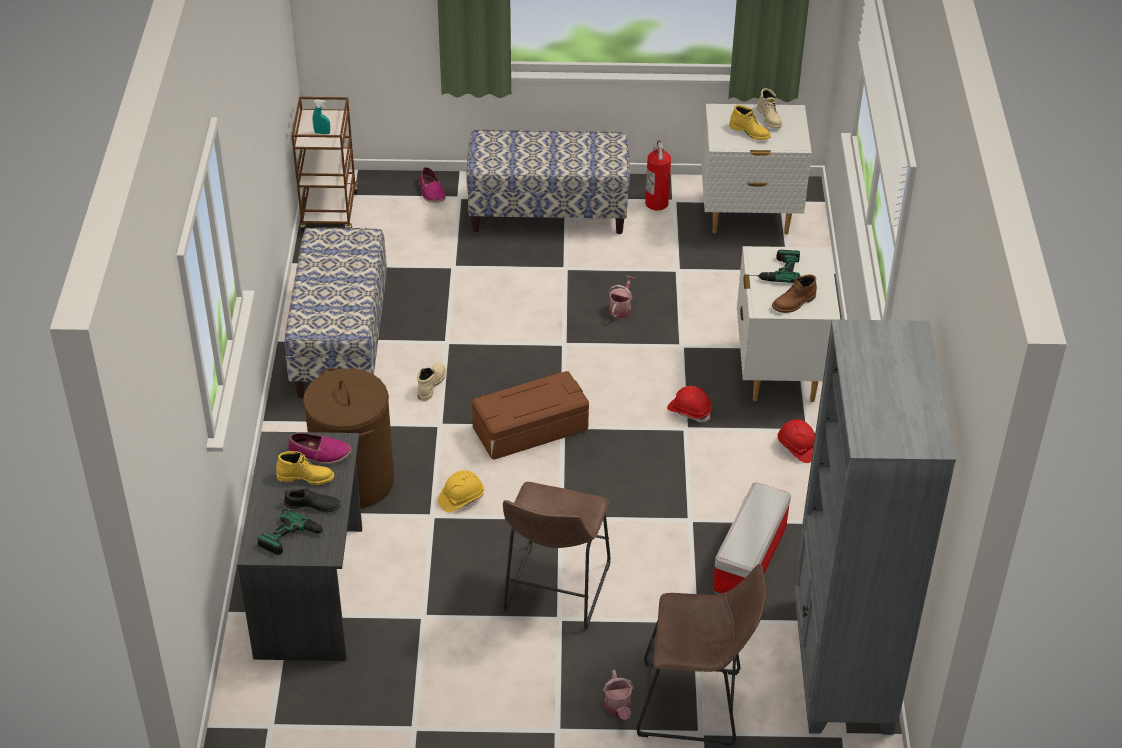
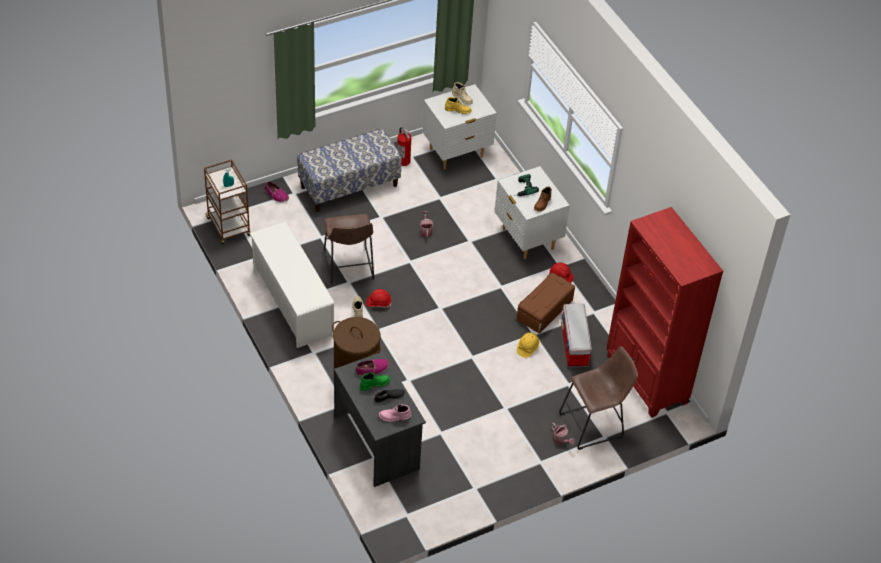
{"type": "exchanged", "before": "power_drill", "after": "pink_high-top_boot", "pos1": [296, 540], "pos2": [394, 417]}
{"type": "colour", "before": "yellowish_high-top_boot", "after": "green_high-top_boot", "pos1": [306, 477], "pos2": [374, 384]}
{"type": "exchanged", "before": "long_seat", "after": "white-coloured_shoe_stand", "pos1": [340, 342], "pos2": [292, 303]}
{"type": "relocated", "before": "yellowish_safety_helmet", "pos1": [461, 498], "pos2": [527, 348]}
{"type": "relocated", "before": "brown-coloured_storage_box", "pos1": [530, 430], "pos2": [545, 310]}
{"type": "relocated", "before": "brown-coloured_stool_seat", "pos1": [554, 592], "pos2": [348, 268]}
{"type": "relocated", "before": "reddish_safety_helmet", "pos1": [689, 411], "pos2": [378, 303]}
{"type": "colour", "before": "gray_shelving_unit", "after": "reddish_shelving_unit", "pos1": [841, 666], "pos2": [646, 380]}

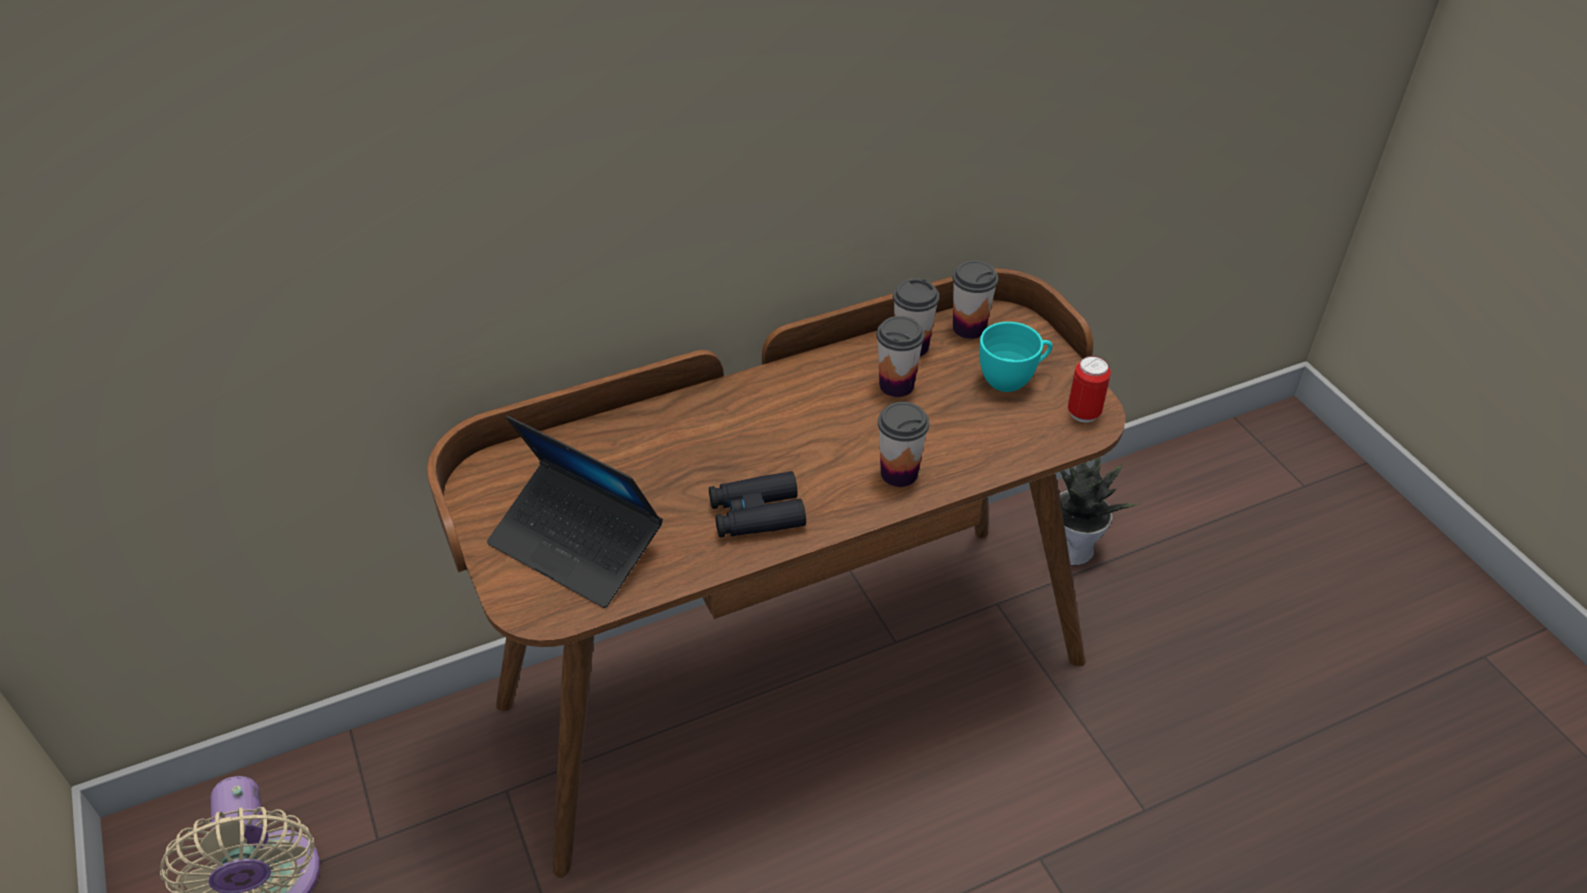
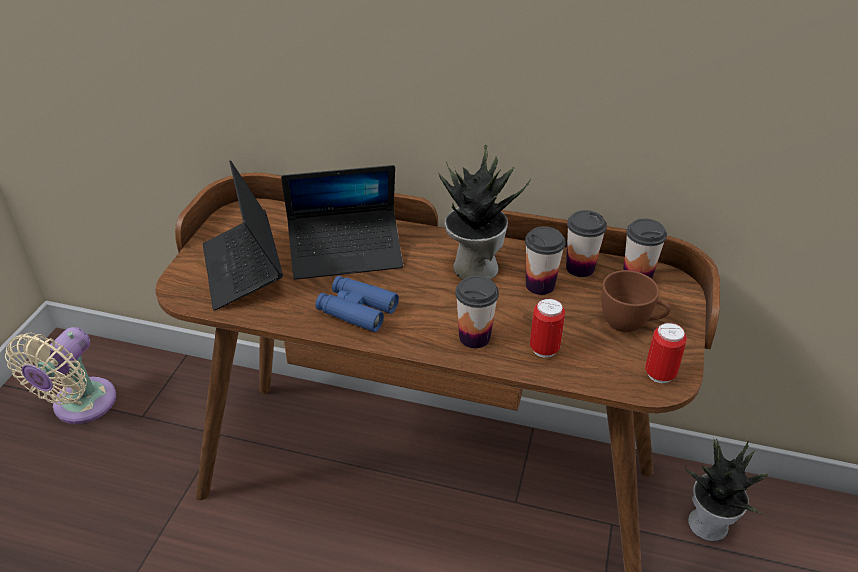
{"type": "colour", "before": "black_binoculars", "after": "blue_binoculars", "pos1": [756, 514], "pos2": [357, 310]}
{"type": "colour", "before": "turquoise-coloured_cup", "after": "brown-coloured_cup", "pos1": [1012, 379], "pos2": [630, 324]}
{"type": "appeared", "after": "laptop", "pos2": [346, 253]}
{"type": "appeared", "after": "houseplant", "pos2": [473, 267]}
{"type": "appeared", "after": "sealed_can", "pos2": [544, 349]}

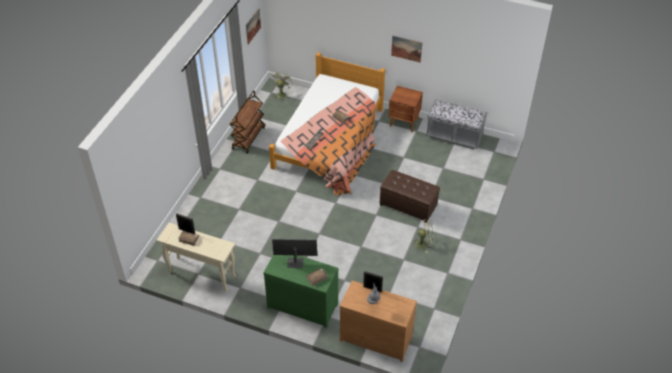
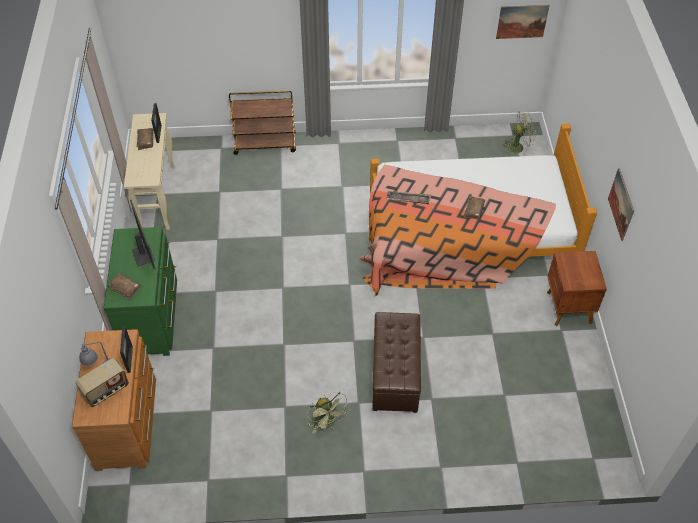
{"type": "relocated", "before": "brown-coloured_wheeled_cart", "pos1": [248, 138], "pos2": [265, 144]}
{"type": "missing", "before": "gray_long_seat", "pos1": [454, 136]}
{"type": "appeared", "after": "radio_receiver", "pos2": [106, 391]}

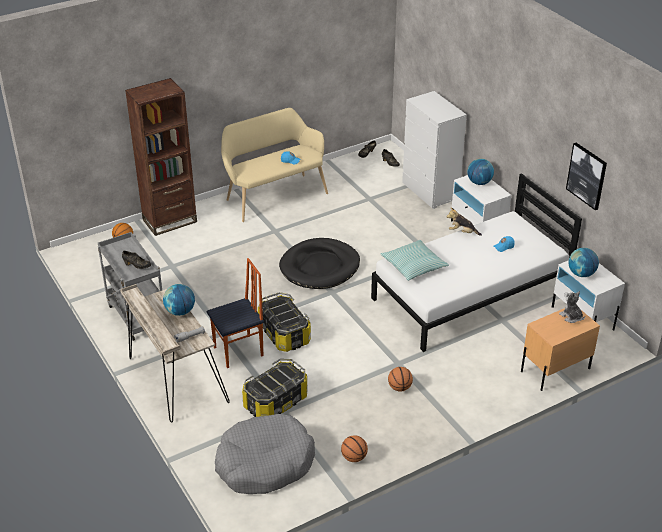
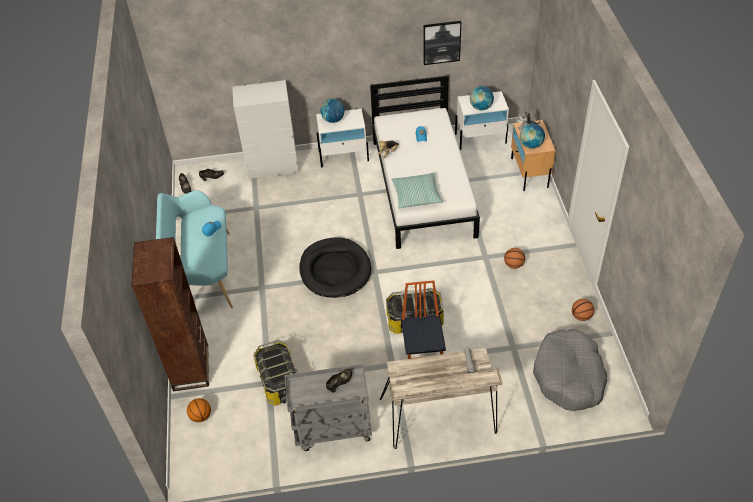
{"type": "relocated", "before": "world_globe", "pos1": [180, 311], "pos2": [531, 145]}
{"type": "colour", "before": "beige_long_seat", "after": "turquoise-coloured_long_seat", "pos1": [273, 195], "pos2": [204, 273]}
{"type": "relocated", "before": "storage_box", "pos1": [276, 402], "pos2": [280, 381]}

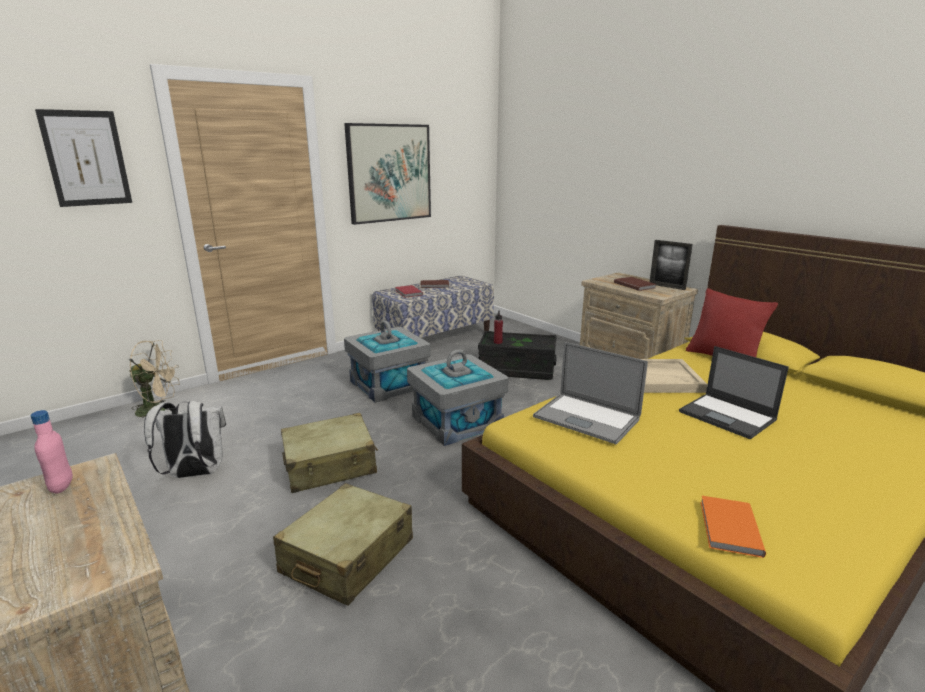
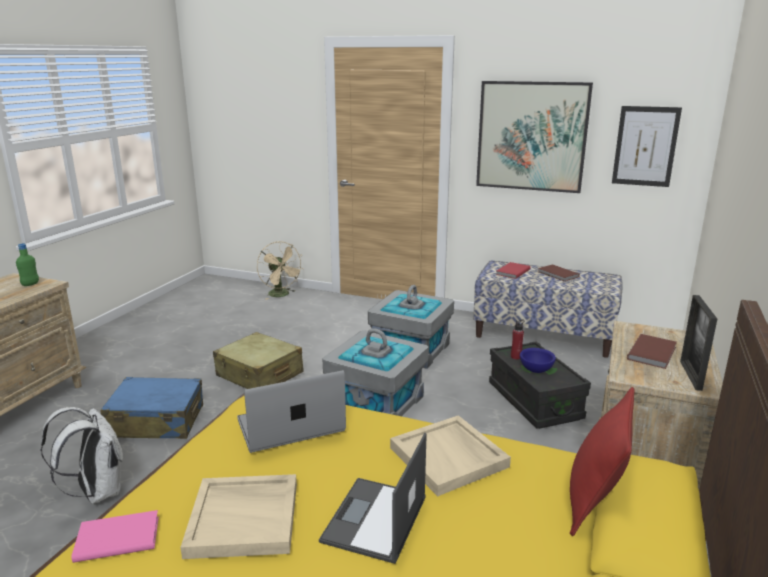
{"type": "colour", "before": "pink_beverage_bottle", "after": "green_beverage_bottle", "pos1": [61, 486], "pos2": [30, 284]}
{"type": "relocated", "before": "wall_picture", "pos1": [86, 158], "pos2": [645, 146]}
{"type": "relocated", "before": "white-coloured_rucksack", "pos1": [194, 474], "pos2": [97, 492]}
{"type": "colour", "before": "beige_suitcase", "after": "blue_suitcase", "pos1": [347, 557], "pos2": [156, 421]}
{"type": "spun", "before": "laptop", "pos1": [586, 418], "pos2": [290, 425], "turn": 60}
{"type": "colour", "before": "orange-coloured_volume", "after": "pink_volume", "pos1": [728, 528], "pos2": [117, 537]}
{"type": "appeared", "after": "beige_tray", "pos2": [245, 518]}
{"type": "appeared", "after": "blue_serving_bowl", "pos2": [535, 370]}

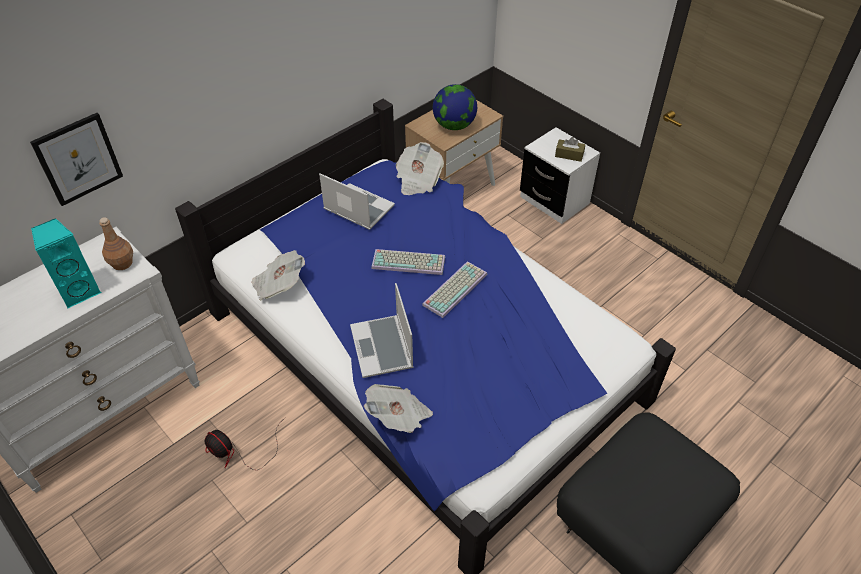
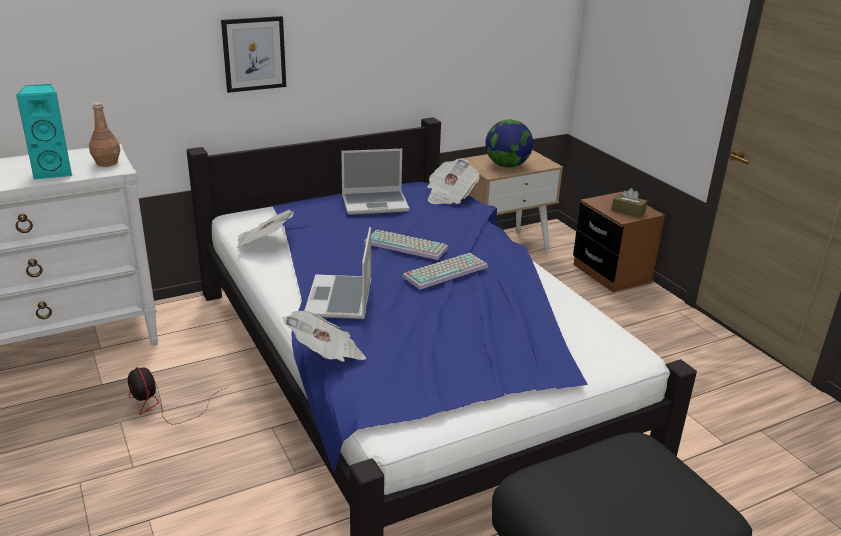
{"type": "relocated", "before": "wall_picture", "pos1": [78, 159], "pos2": [254, 54]}
{"type": "spun", "before": "laptop", "pos1": [357, 208], "pos2": [375, 203], "turn": 120}
{"type": "colour", "before": "white-coloured_nightstand", "after": "brown-coloured_nightstand", "pos1": [554, 200], "pos2": [611, 273]}

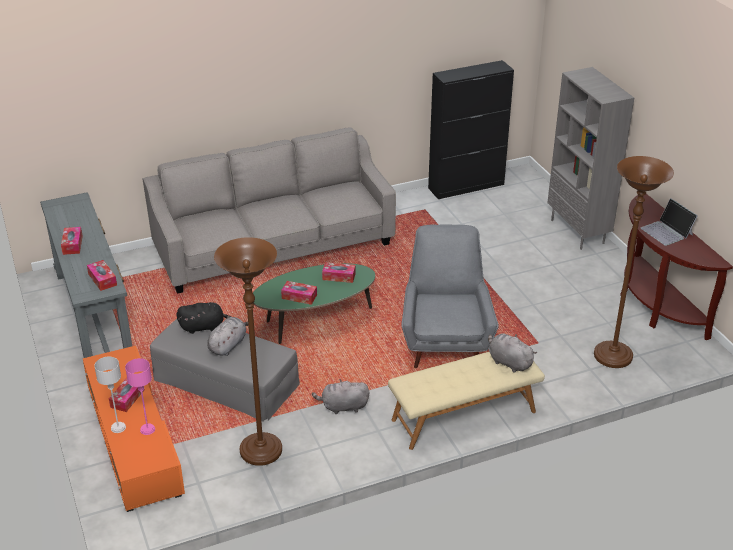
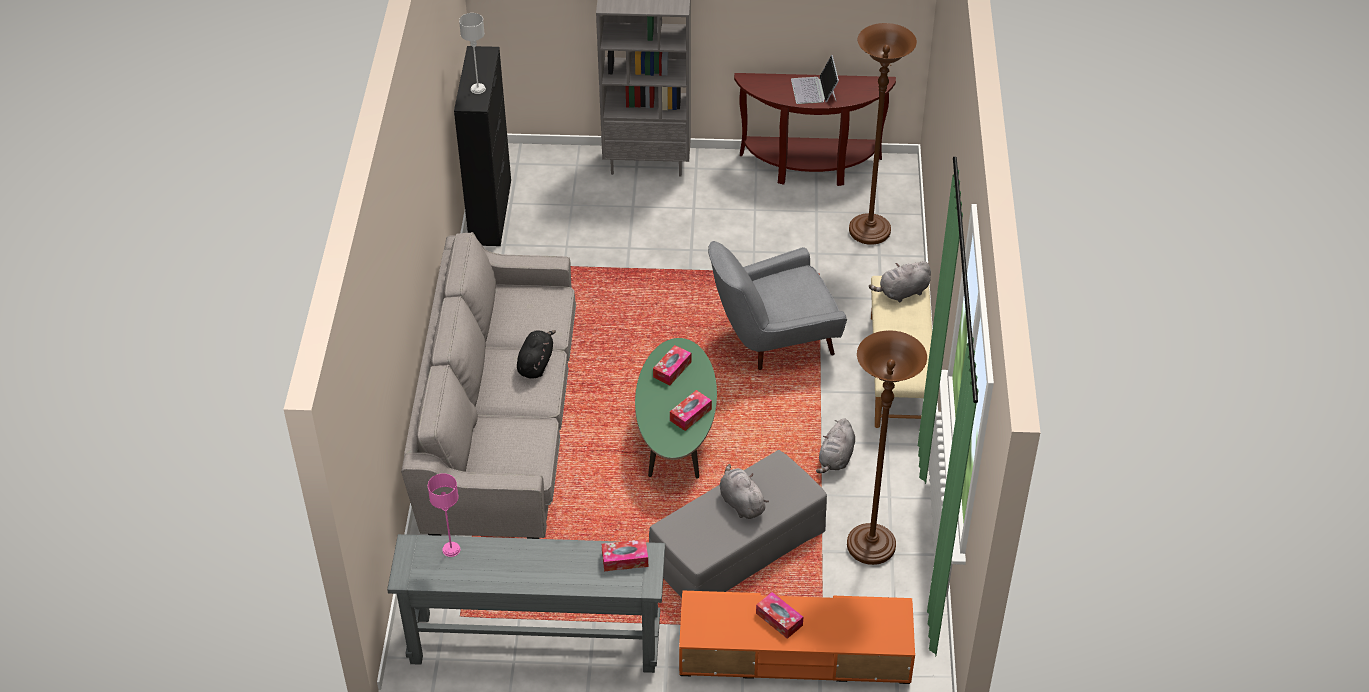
{"type": "missing", "before": "box_of_tissues", "pos1": [72, 245]}
{"type": "relocated", "before": "gray_lamp_for_a_table", "pos1": [118, 427], "pos2": [478, 89]}
{"type": "relocated", "before": "pink_lamp_for_a_table", "pos1": [147, 429], "pos2": [451, 549]}
{"type": "relocated", "before": "black_soft_toy", "pos1": [204, 327], "pos2": [536, 363]}
{"type": "spun", "before": "gray_easy_chair", "pos1": [445, 341], "pos2": [773, 341], "turn": -45}
{"type": "spun", "before": "laptop", "pos1": [667, 231], "pos2": [814, 90], "turn": 90}

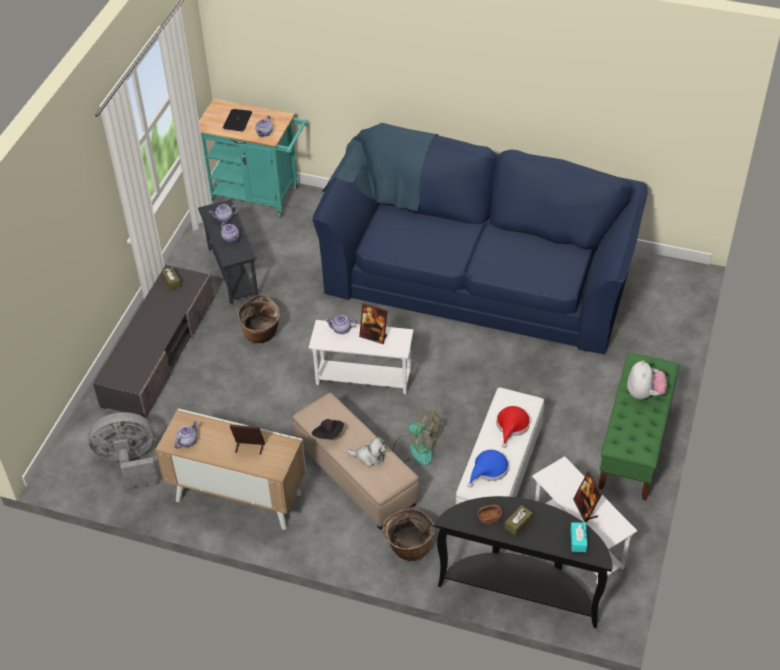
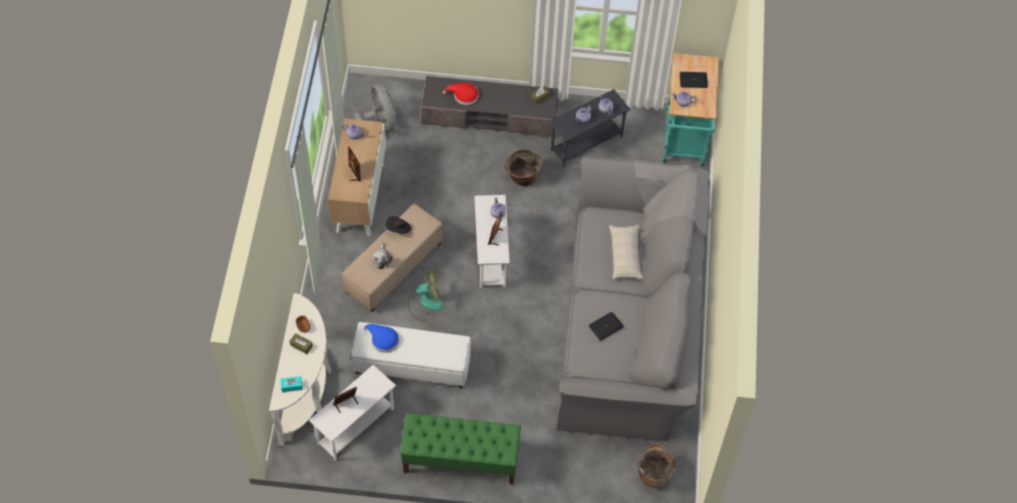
{"type": "colour", "before": "blue_sofa", "after": "gray_sofa", "pos1": [478, 275], "pos2": [630, 321]}
{"type": "relocated", "before": "household_basket", "pos1": [408, 548], "pos2": [653, 474]}
{"type": "spun", "before": "cooling_fan", "pos1": [415, 449], "pos2": [425, 303], "turn": -120}
{"type": "colour", "before": "black_hall_table", "after": "white-coloured_hall_table", "pos1": [521, 588], "pos2": [307, 392]}
{"type": "relocated", "before": "reddish_wearable_hat", "pos1": [512, 426], "pos2": [463, 96]}
{"type": "missing", "before": "soft_toy", "pos1": [644, 393]}
{"type": "appeared", "after": "laptop", "pos2": [606, 326]}
{"type": "appeared", "after": "beige_cushion", "pos2": [625, 255]}

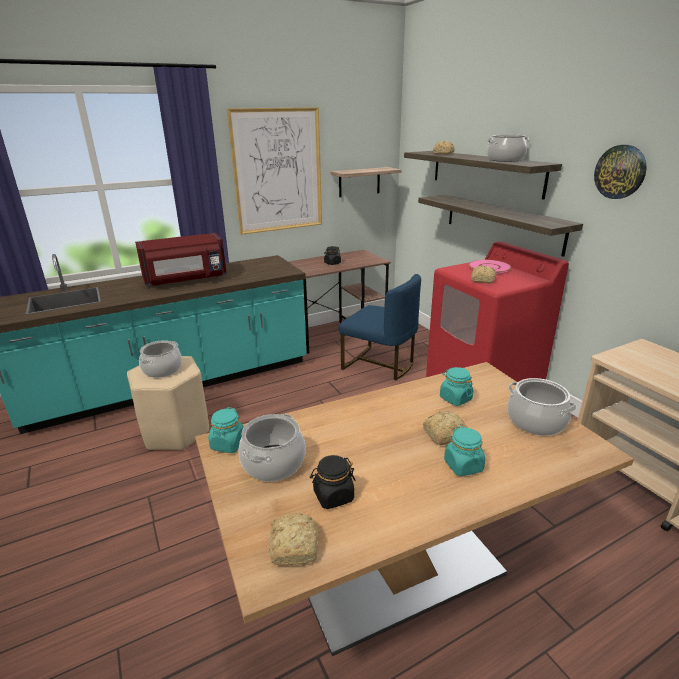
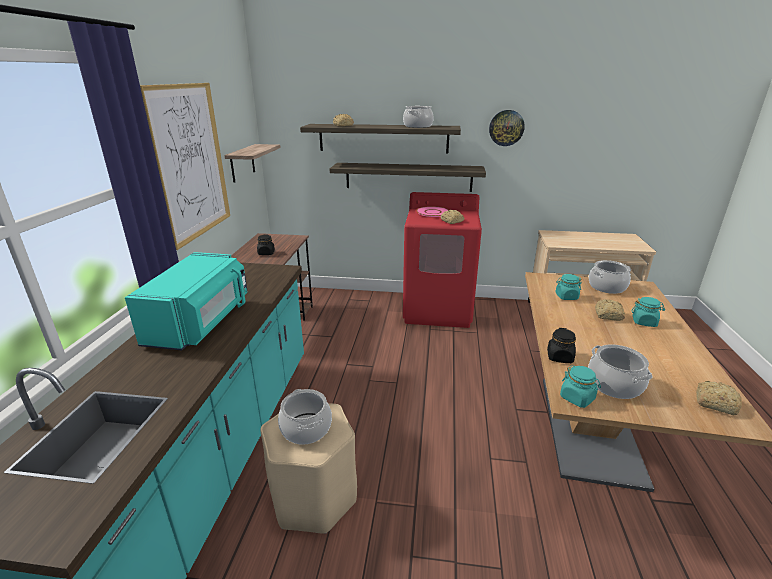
{"type": "colour", "before": "reddish_kitchen_microwave", "after": "turquoise-coloured_kitchen_microwave", "pos1": [186, 280], "pos2": [201, 323]}
{"type": "relocated", "before": "black_jar", "pos1": [333, 496], "pos2": [559, 357]}
{"type": "missing", "before": "blue_plain_chair", "pos1": [379, 365]}

